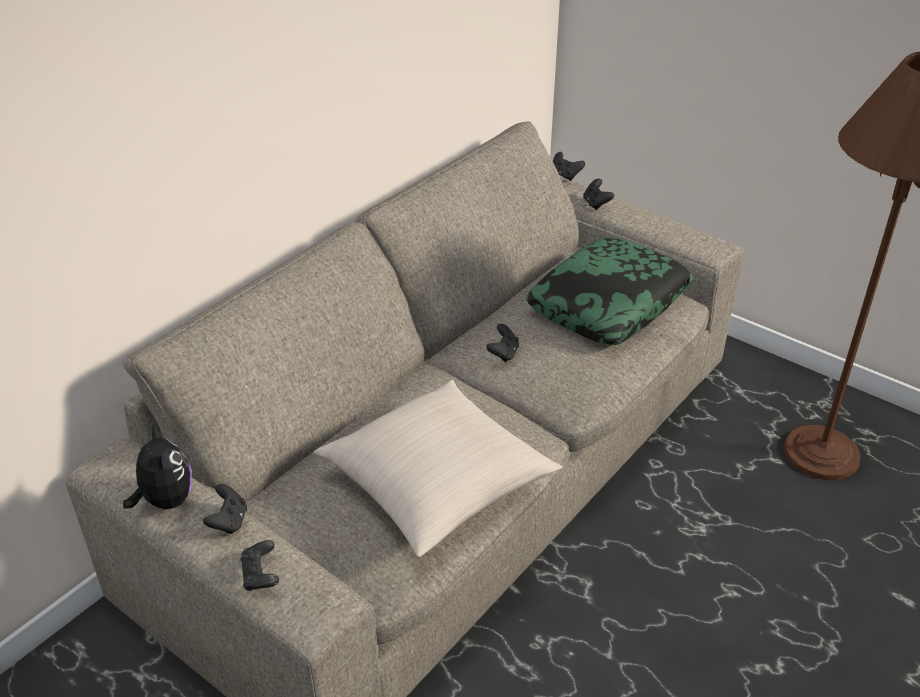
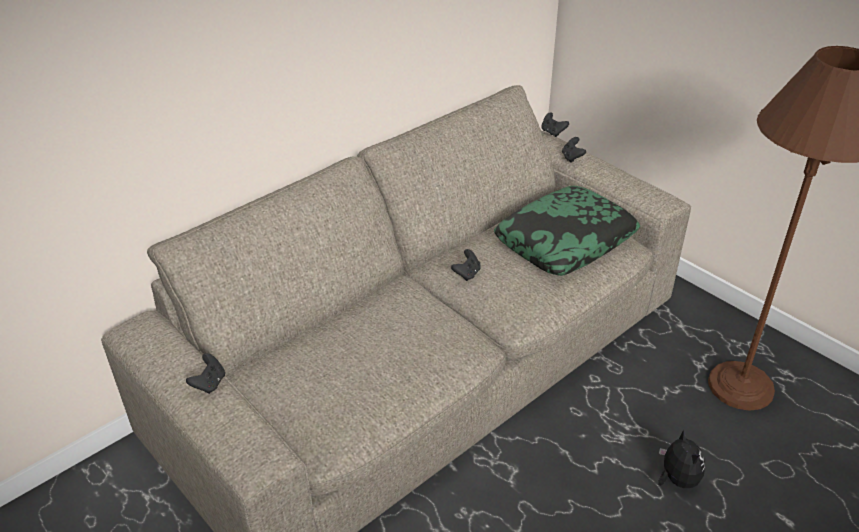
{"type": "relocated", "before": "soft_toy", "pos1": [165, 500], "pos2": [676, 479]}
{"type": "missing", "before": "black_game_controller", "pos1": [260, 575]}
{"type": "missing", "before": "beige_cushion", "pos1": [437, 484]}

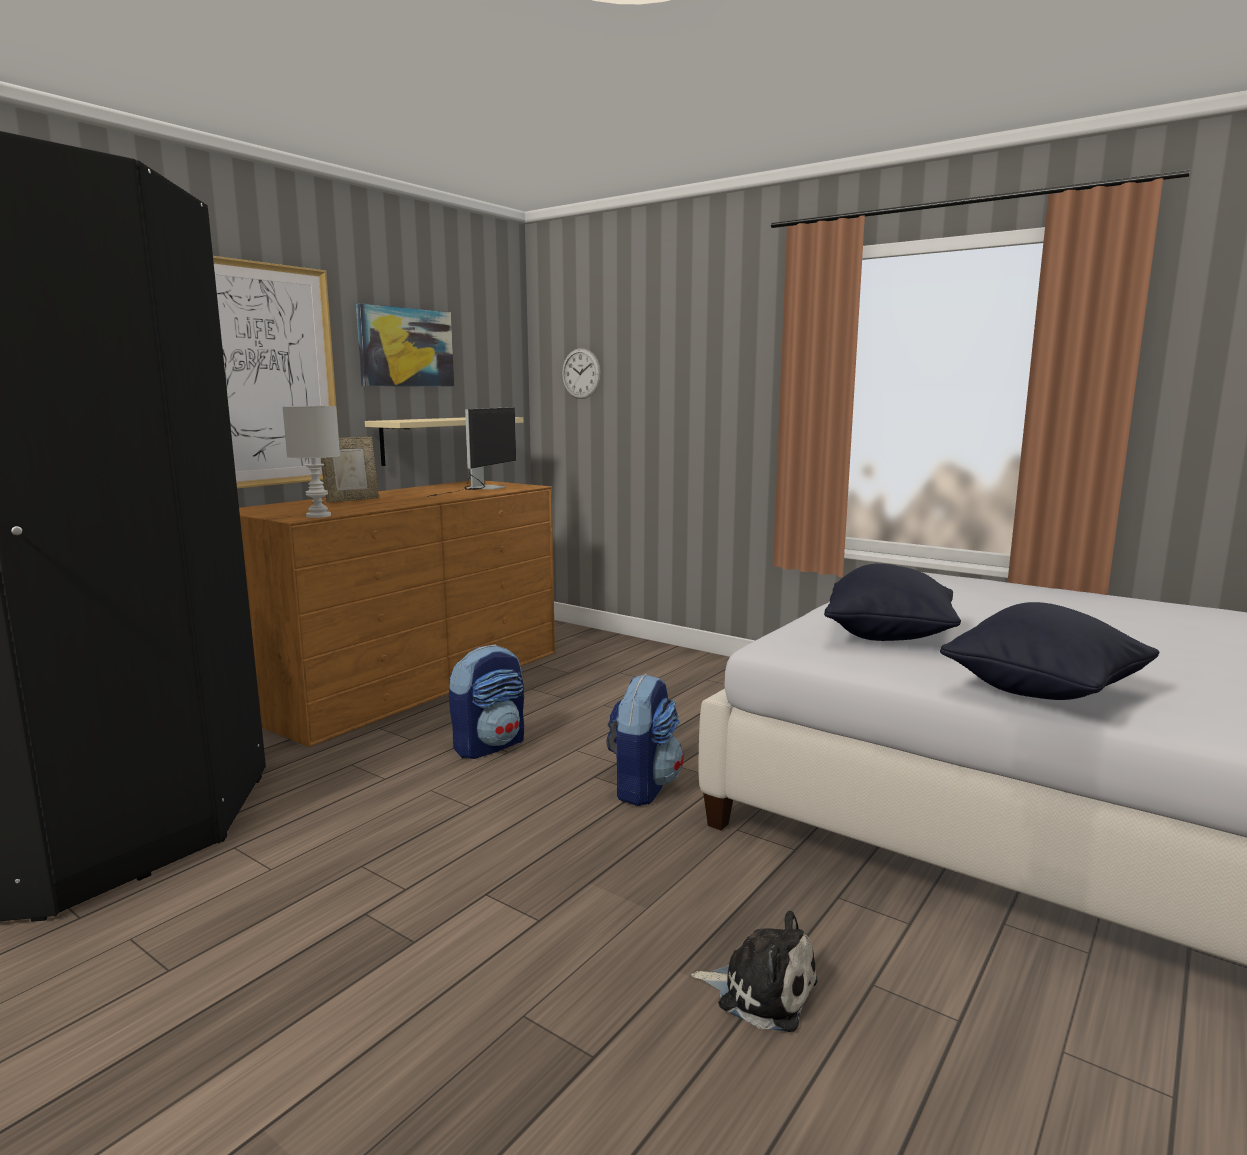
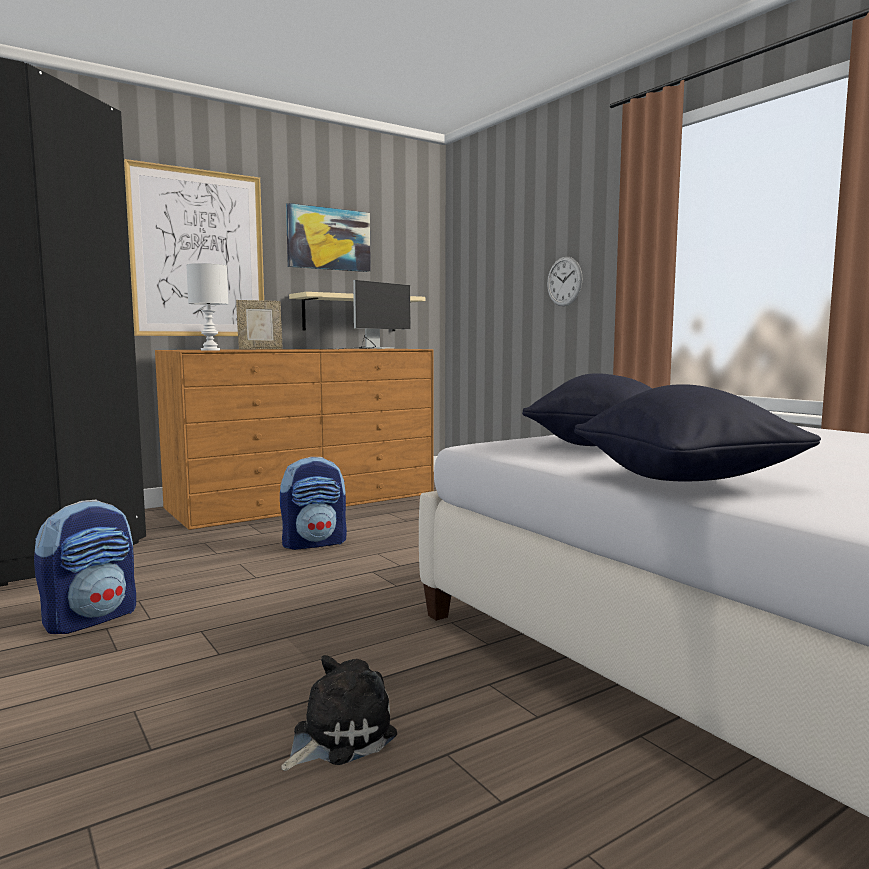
{"type": "relocated", "before": "clock_on_the_wall", "pos1": [581, 373], "pos2": [564, 281]}
{"type": "relocated", "before": "rucksack", "pos1": [642, 786], "pos2": [91, 618]}
{"type": "spun", "before": "soft_toy", "pos1": [761, 991], "pos2": [338, 736], "turn": -90}

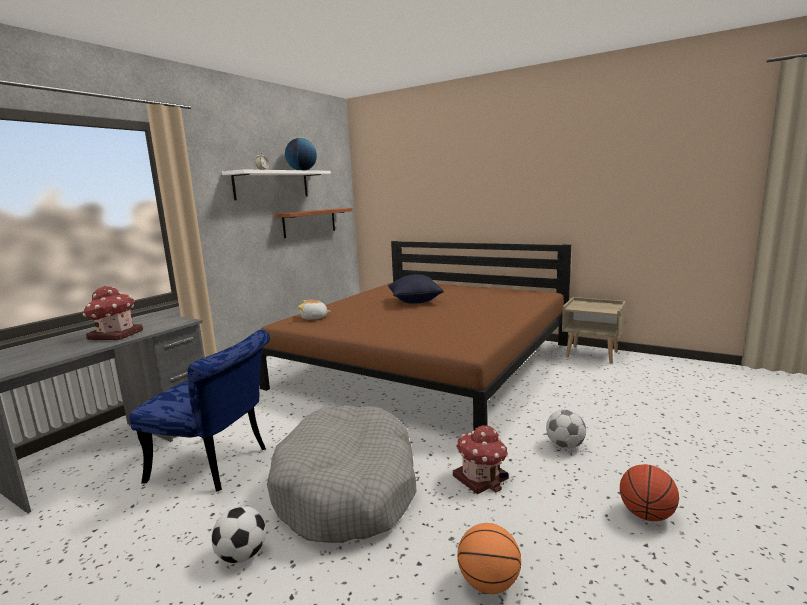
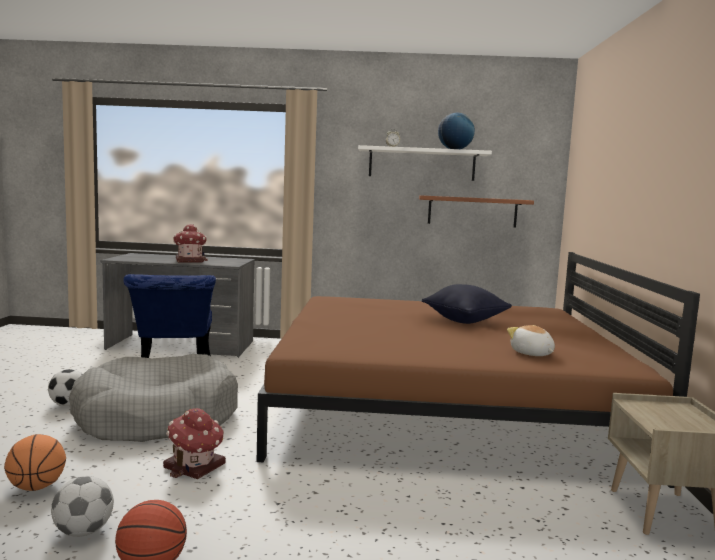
{"type": "relocated", "before": "soft_toy", "pos1": [314, 318], "pos2": [531, 354]}
{"type": "relocated", "before": "football_ball", "pos1": [565, 445], "pos2": [83, 531]}

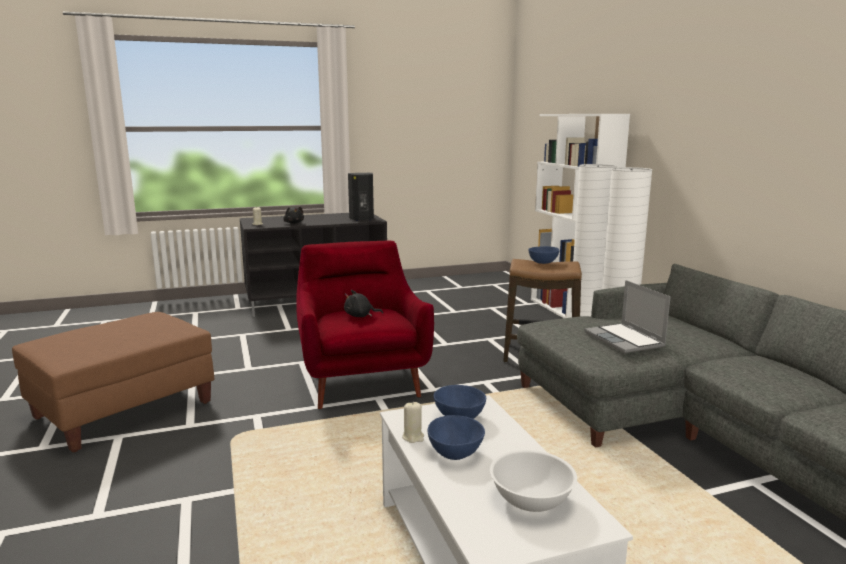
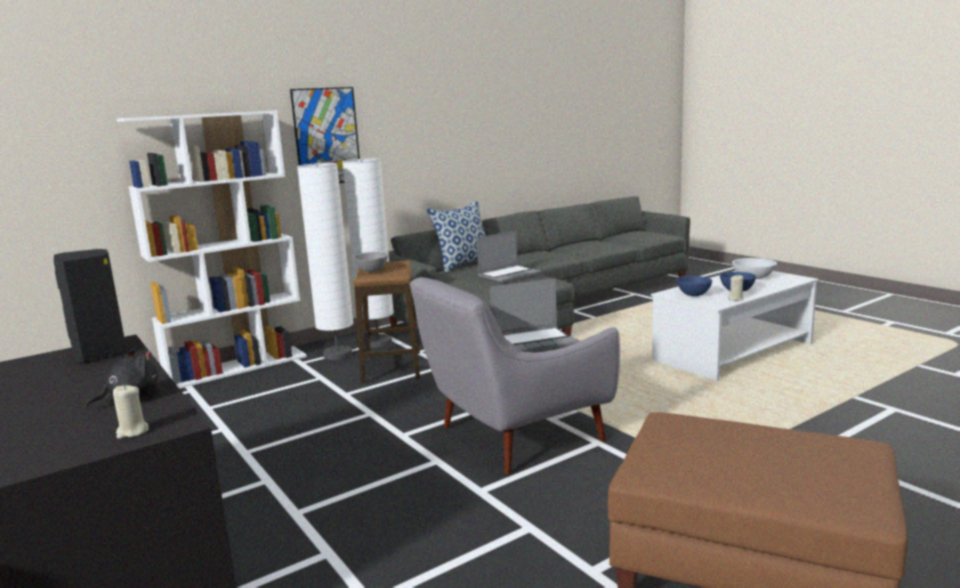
{"type": "colour", "before": "reddish_easy_chair", "after": "gray_easy_chair", "pos1": [361, 380], "pos2": [514, 436]}
{"type": "exchanged", "before": "black_soft_toy", "after": "laptop", "pos1": [360, 316], "pos2": [534, 343]}
{"type": "colour", "before": "blue_serving_bowl", "after": "gray_serving_bowl", "pos1": [544, 263], "pos2": [372, 270]}
{"type": "appeared", "after": "wall_picture", "pos2": [326, 136]}
{"type": "appeared", "after": "cushion", "pos2": [463, 265]}

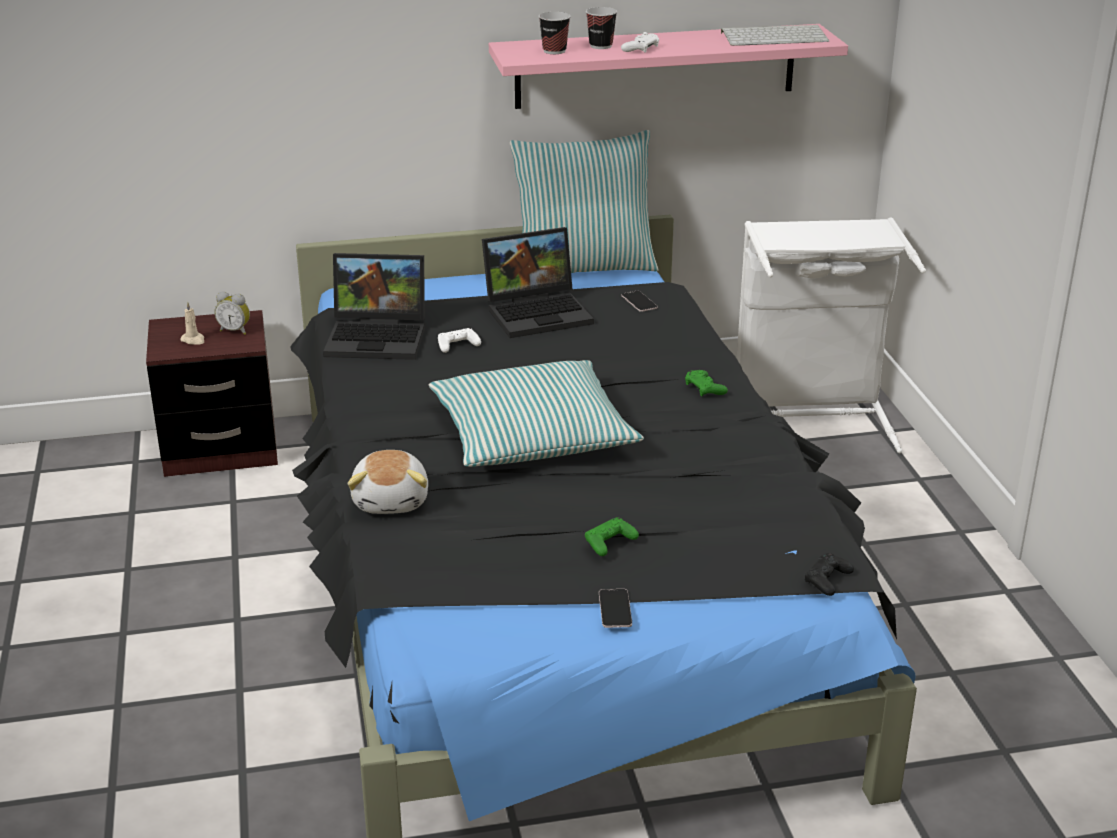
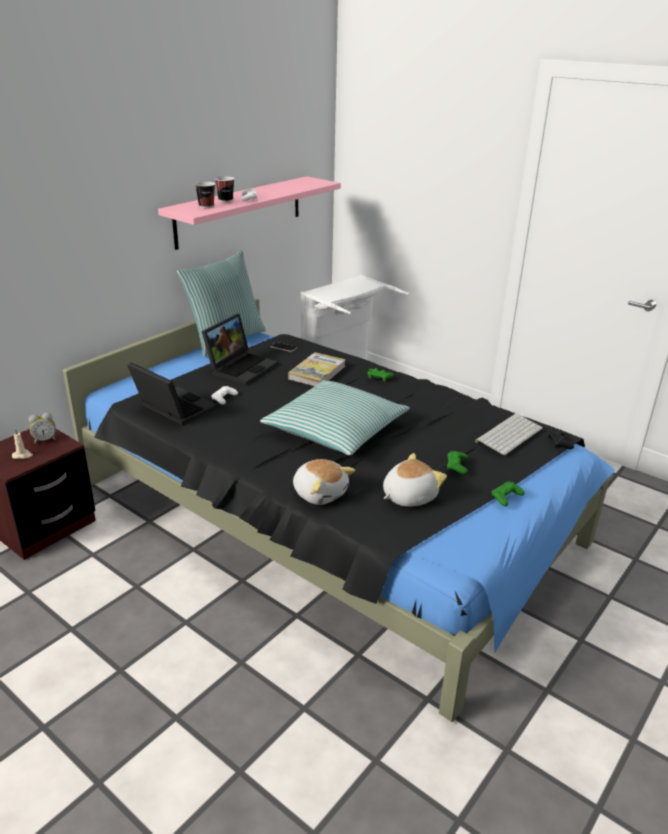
{"type": "spun", "before": "laptop", "pos1": [379, 337], "pos2": [172, 409], "turn": -105}
{"type": "exchanged", "before": "phone", "after": "green_game_controller", "pos1": [615, 609], "pos2": [506, 497]}
{"type": "relocated", "before": "keyboard", "pos1": [775, 37], "pos2": [508, 434]}
{"type": "appeared", "after": "volume", "pos2": [317, 372]}
{"type": "appeared", "after": "soft_toy", "pos2": [408, 496]}

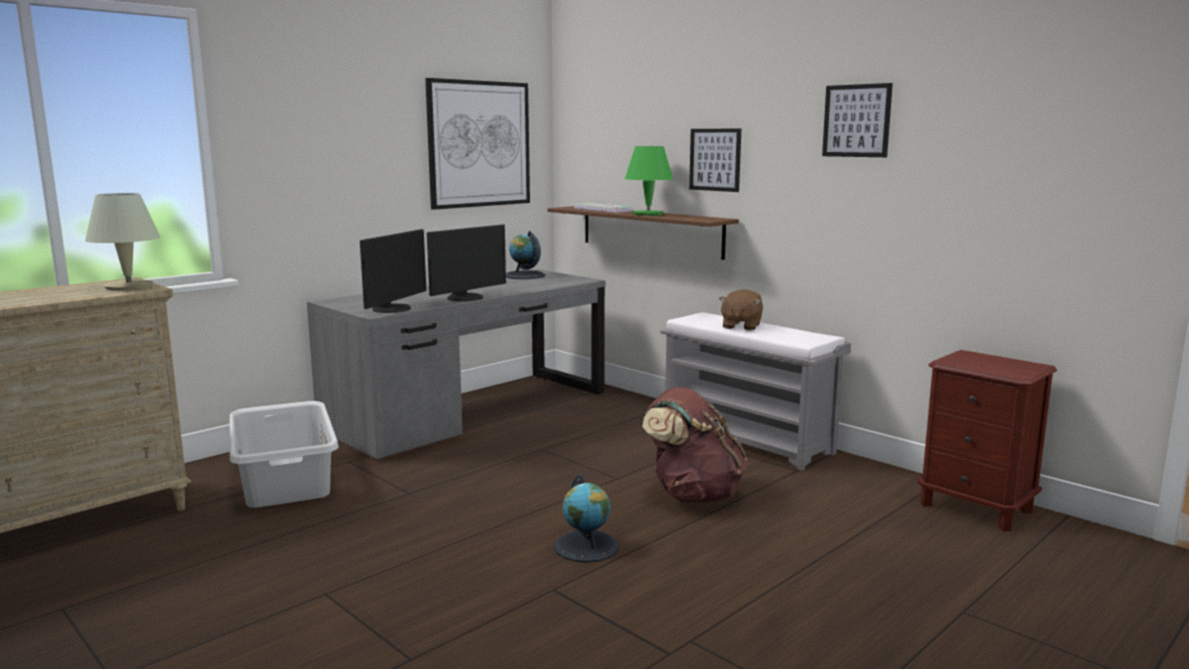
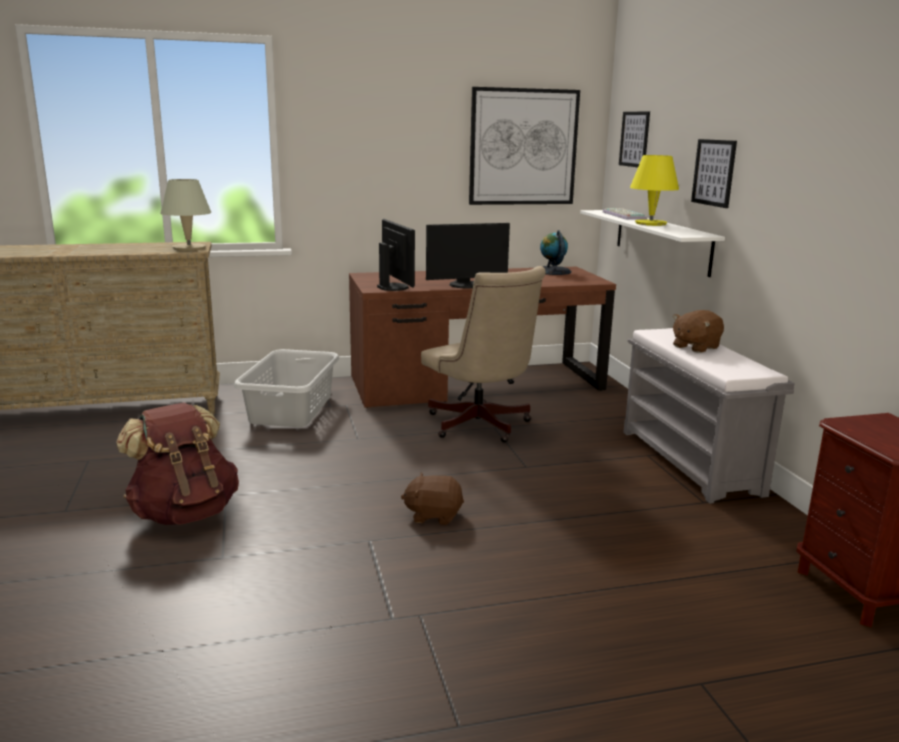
{"type": "colour", "before": "gray_desk", "after": "brown-coloured_desk", "pos1": [470, 411], "pos2": [476, 384]}
{"type": "spun", "before": "monitor", "pos1": [393, 309], "pos2": [394, 287], "turn": -75}
{"type": "colour", "before": "brown-coloured_bracket_shelf", "after": "white-coloured_bracket_shelf", "pos1": [650, 231], "pos2": [661, 240]}
{"type": "exchanged", "before": "world_globe", "after": "brown-coloured_soft_toy", "pos1": [587, 546], "pos2": [433, 515]}
{"type": "colour", "before": "green_lamp_for_a_table", "after": "yellowish_lamp_for_a_table", "pos1": [648, 214], "pos2": [650, 223]}
{"type": "relocated", "before": "brown-coloured_rucksack", "pos1": [692, 495], "pos2": [184, 513]}
{"type": "relocated", "before": "wall_picture", "pos1": [856, 121], "pos2": [634, 139]}
{"type": "appeared", "after": "beige_office_chair", "pos2": [481, 426]}

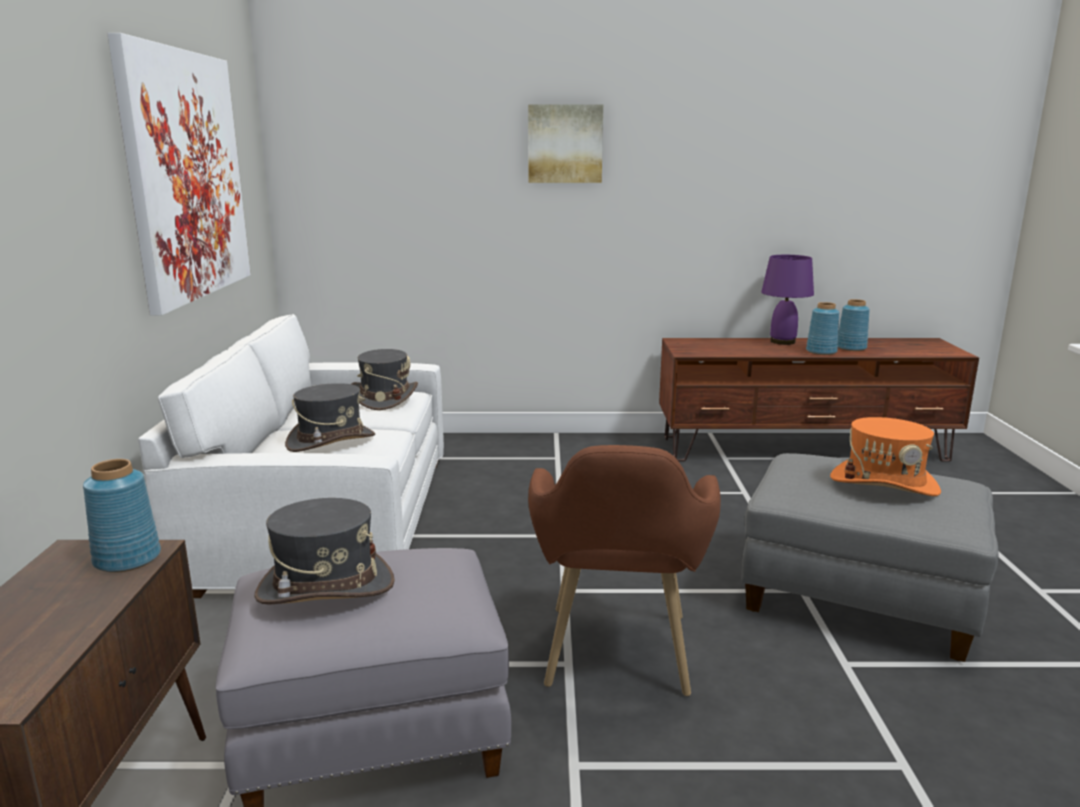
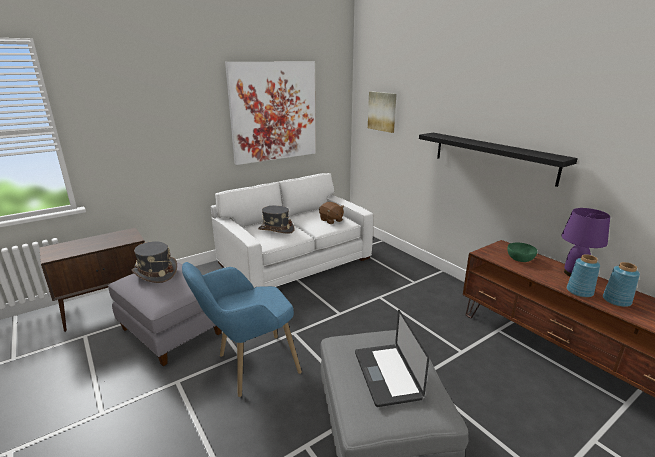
{"type": "missing", "before": "blue_vase", "pos1": [126, 559]}
{"type": "exchanged", "before": "gray_wearable_hat", "after": "brown-coloured_soft_toy", "pos1": [384, 398], "pos2": [331, 220]}
{"type": "relocated", "before": "wall_picture", "pos1": [565, 144], "pos2": [382, 111]}
{"type": "colour", "before": "brown-coloured_easy_chair", "after": "blue_easy_chair", "pos1": [617, 665], "pos2": [248, 368]}
{"type": "exchanged", "before": "orange-coloured_wearable_hat", "after": "laptop", "pos1": [884, 484], "pos2": [387, 375]}
{"type": "appeared", "after": "black_bracket_shelf", "pos2": [492, 157]}
{"type": "appeared", "after": "green_serving_bowl", "pos2": [519, 259]}

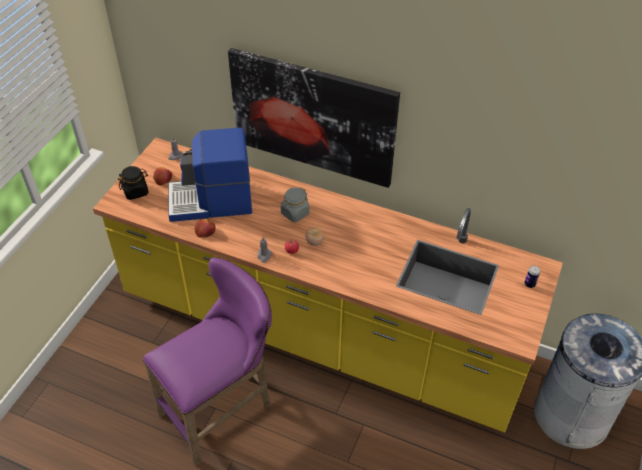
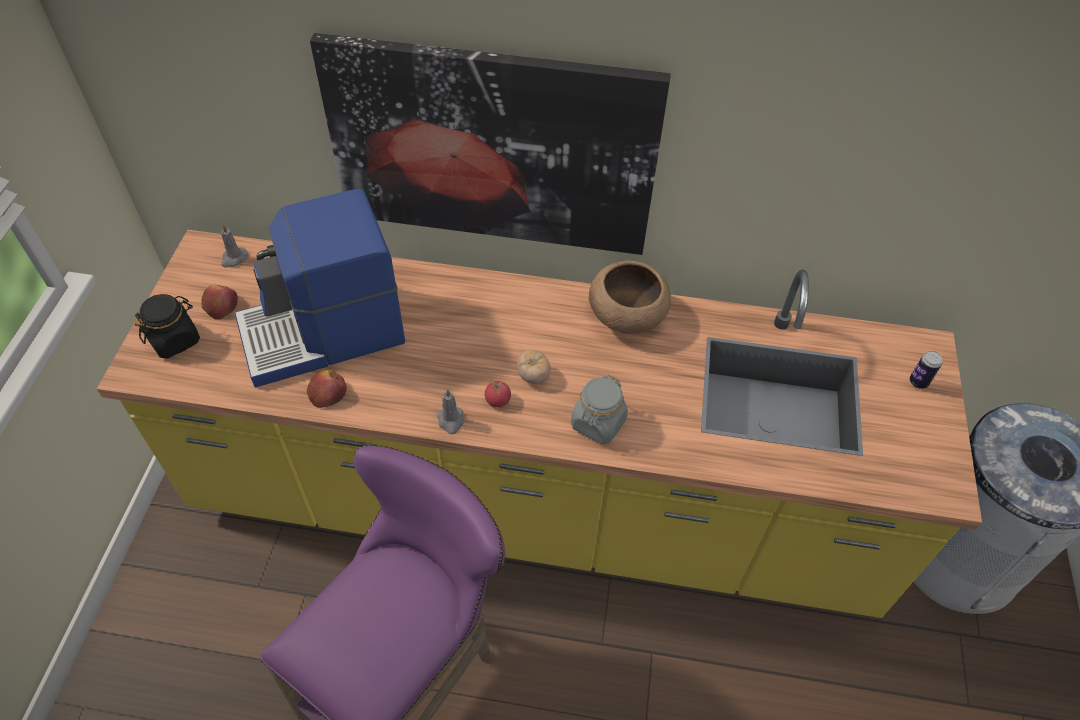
{"type": "relocated", "before": "gray_jar", "pos1": [295, 213], "pos2": [598, 423]}
{"type": "appeared", "after": "brown-coloured_serving_bowl", "pos2": [627, 315]}

